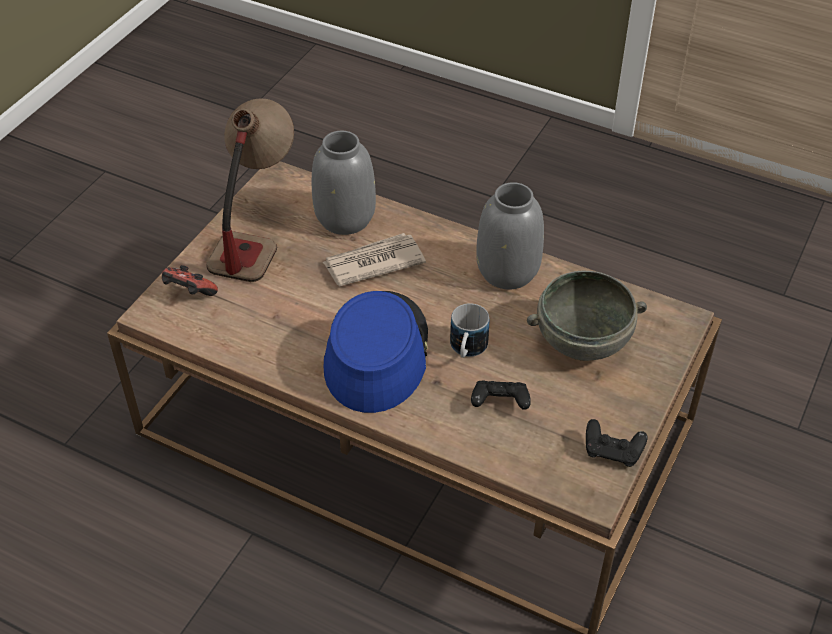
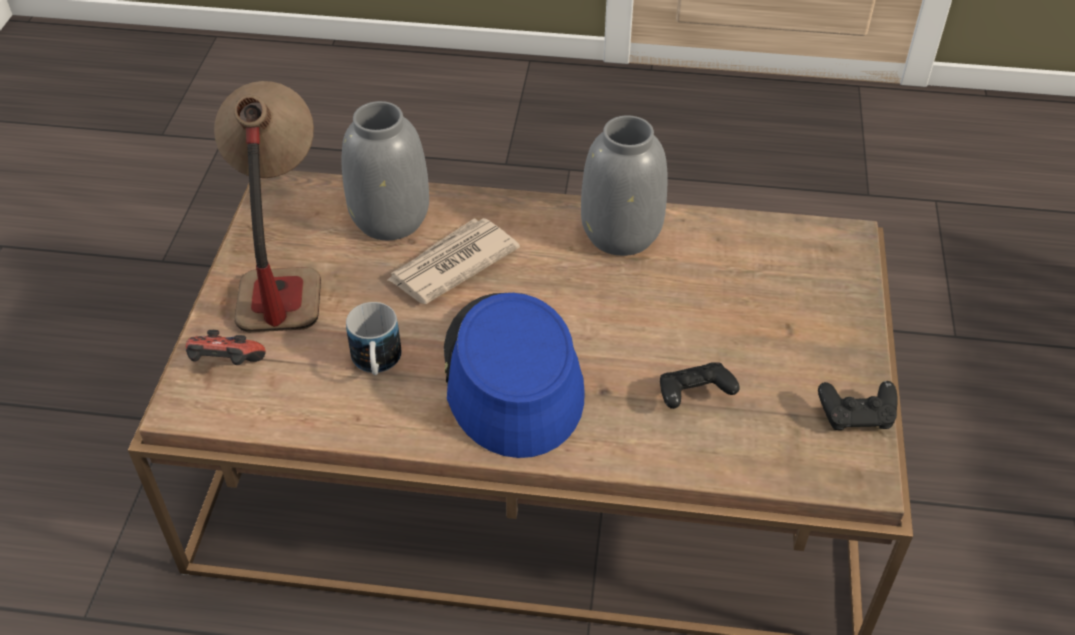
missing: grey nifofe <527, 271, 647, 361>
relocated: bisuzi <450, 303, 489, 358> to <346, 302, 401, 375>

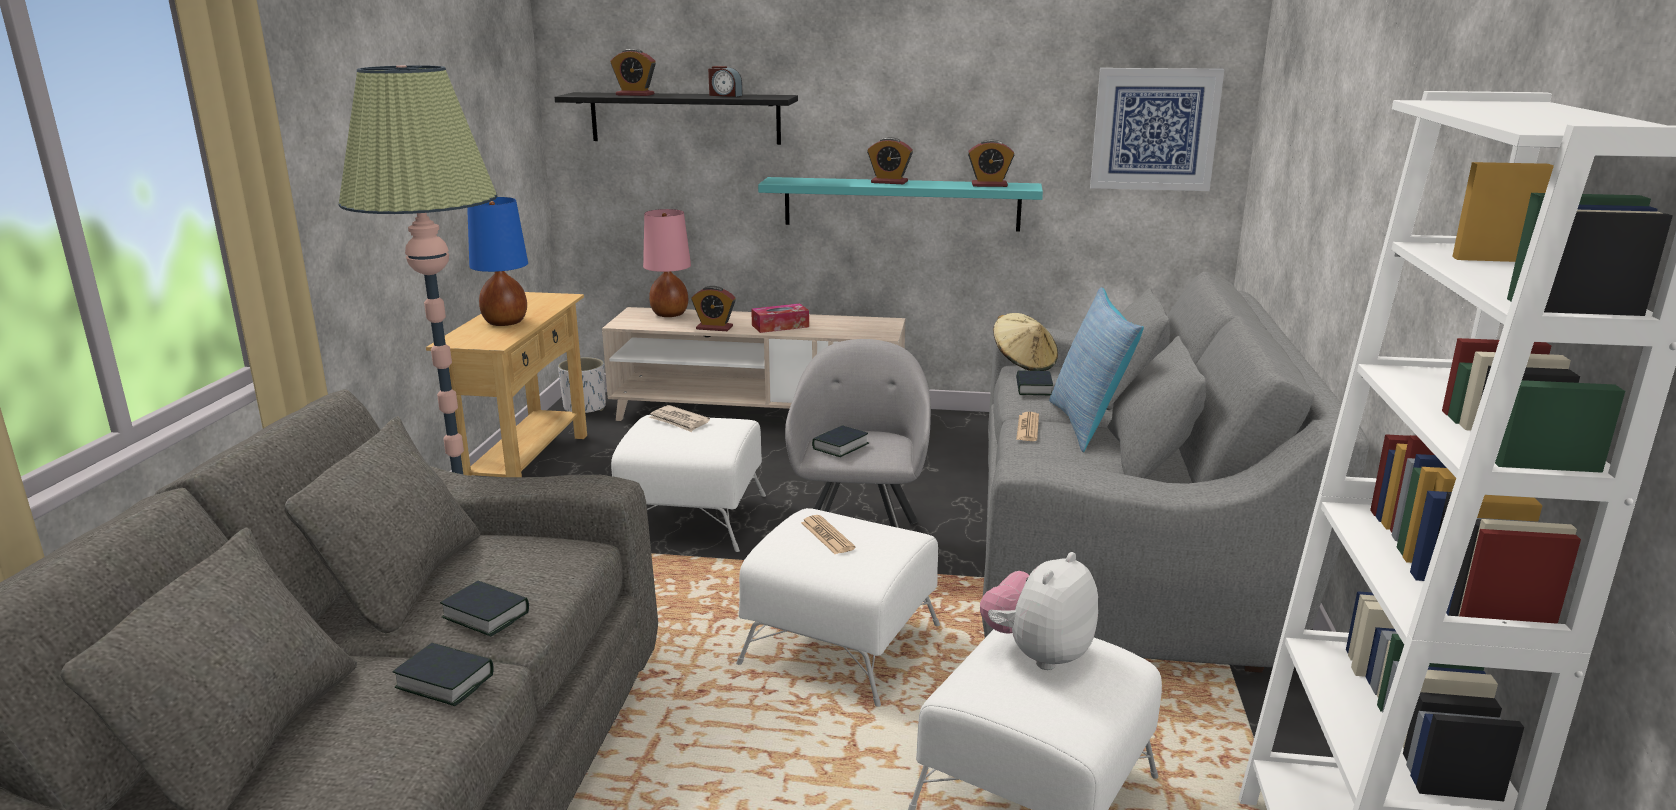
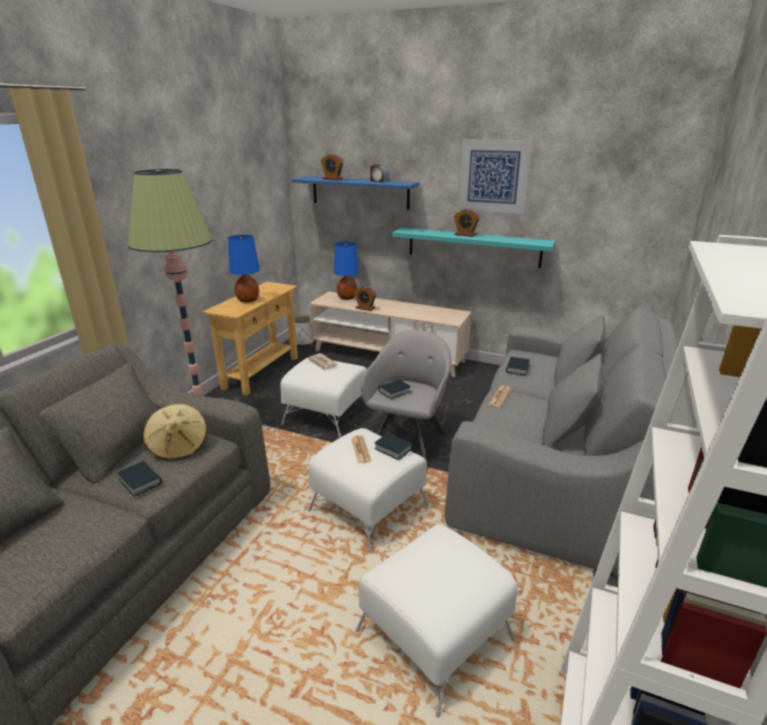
missing: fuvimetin <751, 303, 809, 333>; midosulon <968, 139, 1014, 187>; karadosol <980, 552, 1098, 670>; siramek <1049, 287, 1144, 452>
relocated: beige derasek <993, 313, 1058, 371> to <143, 404, 207, 461>; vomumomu <392, 643, 494, 706> to <374, 433, 412, 460>; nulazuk <1090, 68, 1224, 191> to <458, 139, 532, 214>
colour: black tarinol <555, 92, 798, 145> to blue tarinol <291, 176, 419, 210>; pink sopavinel <643, 209, 691, 317> to blue sopavinel <334, 242, 359, 300>

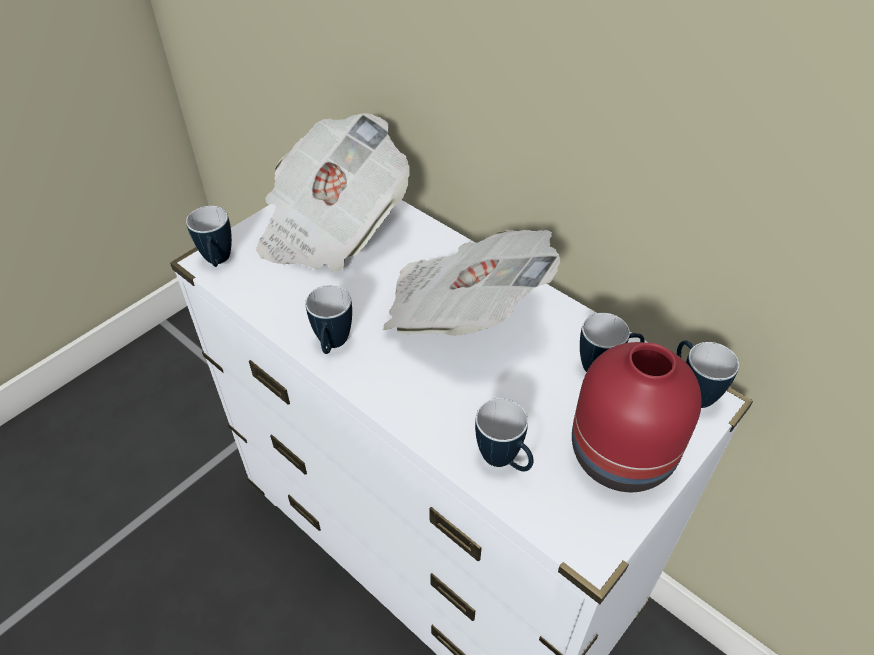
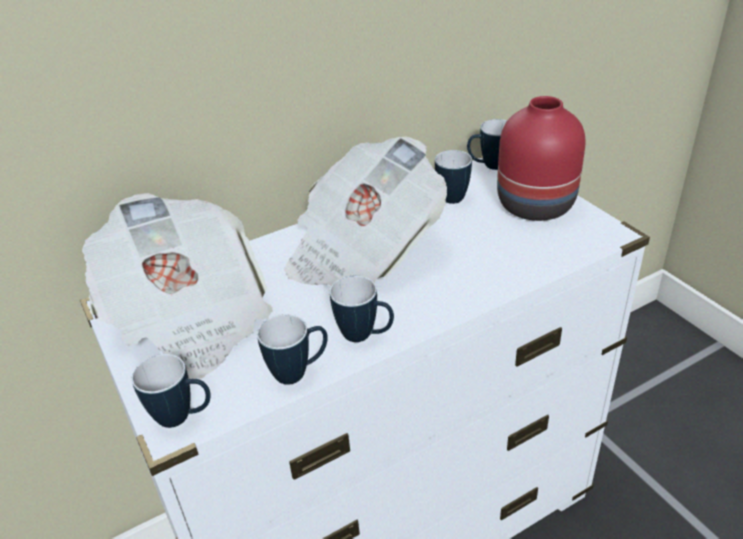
relocated: bisuzi <475, 398, 534, 472> to <257, 314, 328, 385>

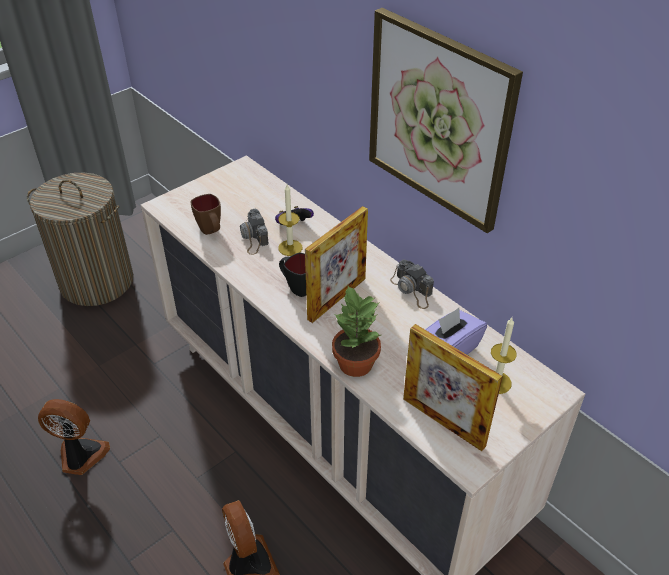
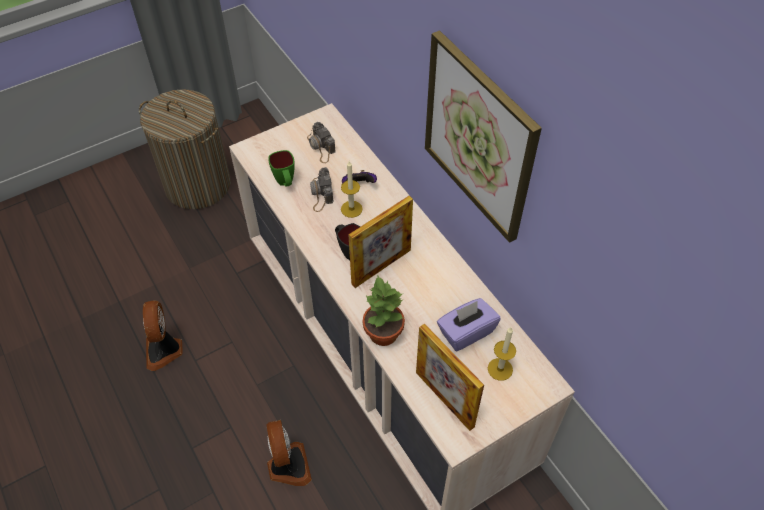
relocated: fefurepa <390, 259, 434, 309> to <307, 122, 336, 163>
colour: brown bisuzi <191, 194, 221, 235> to green bisuzi <268, 150, 295, 186>
spun: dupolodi <38, 399, 110, 475> = <143, 301, 183, 371> 120 degrees counterclockwise

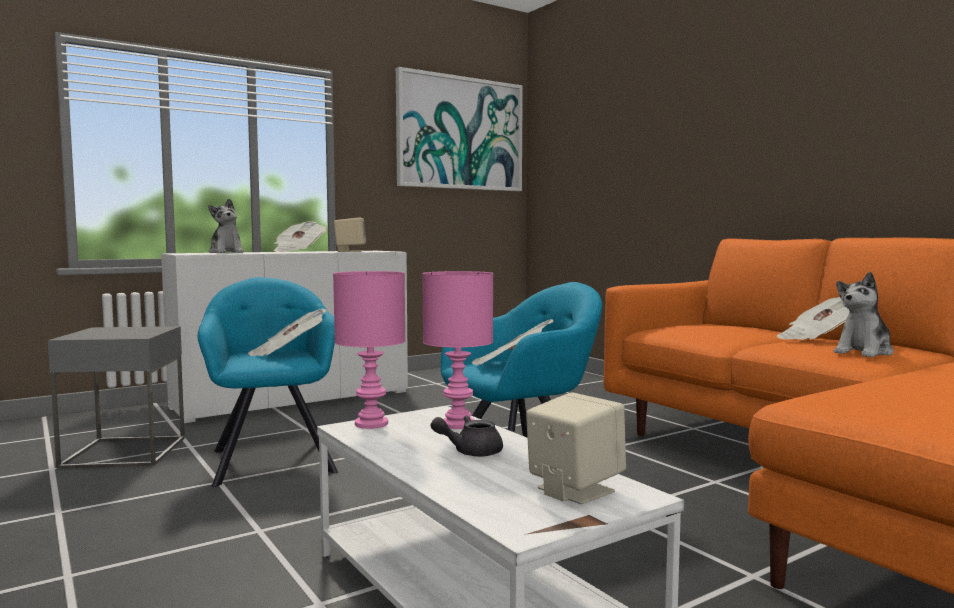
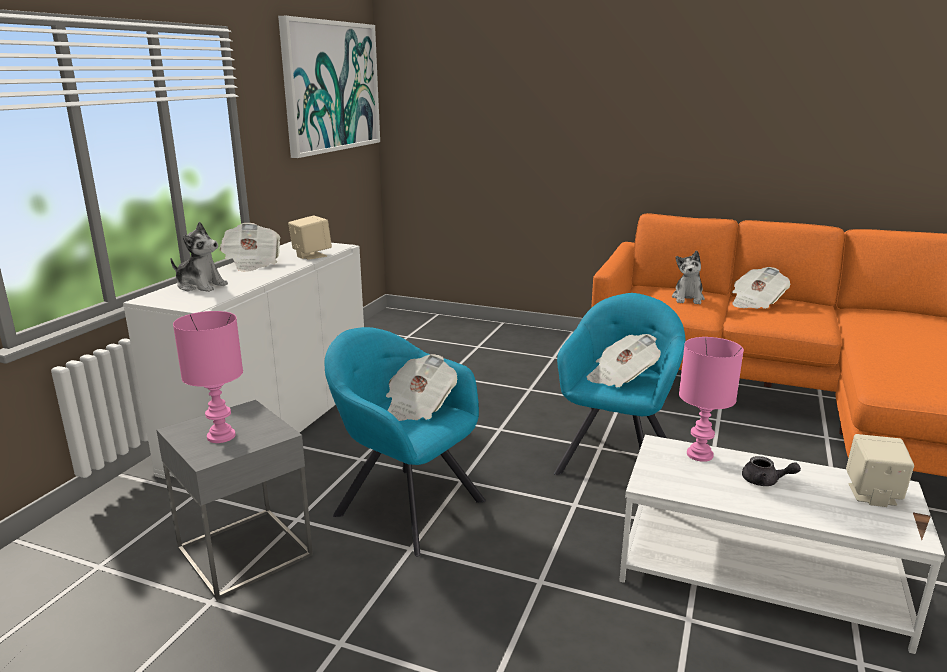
relocated: pink sopavinel <333, 271, 405, 429> to <173, 311, 243, 443>; karadosol <834, 272, 894, 357> to <672, 251, 705, 304>
spun: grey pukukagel <431, 415, 503, 457> = <742, 456, 801, 486> 105 degrees counterclockwise

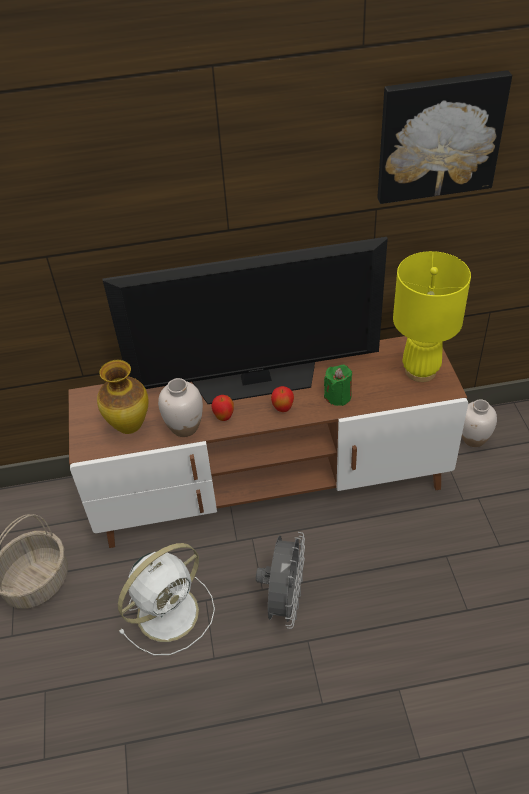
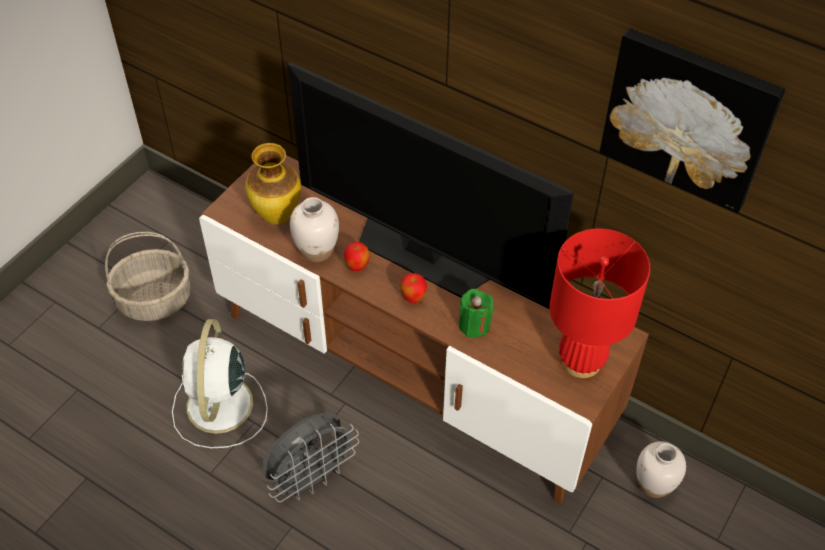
colour: yellow sopavinel <393, 251, 471, 382> to red sopavinel <549, 229, 650, 378>
spun: white dupolodi <118, 543, 215, 655> = <172, 319, 268, 448> 90 degrees clockwise

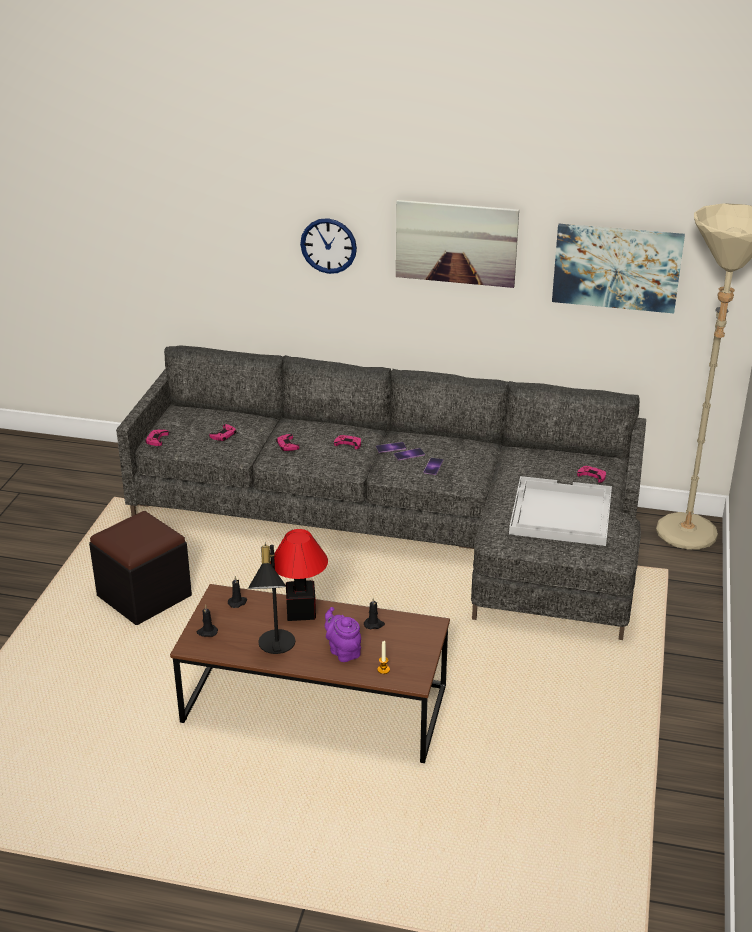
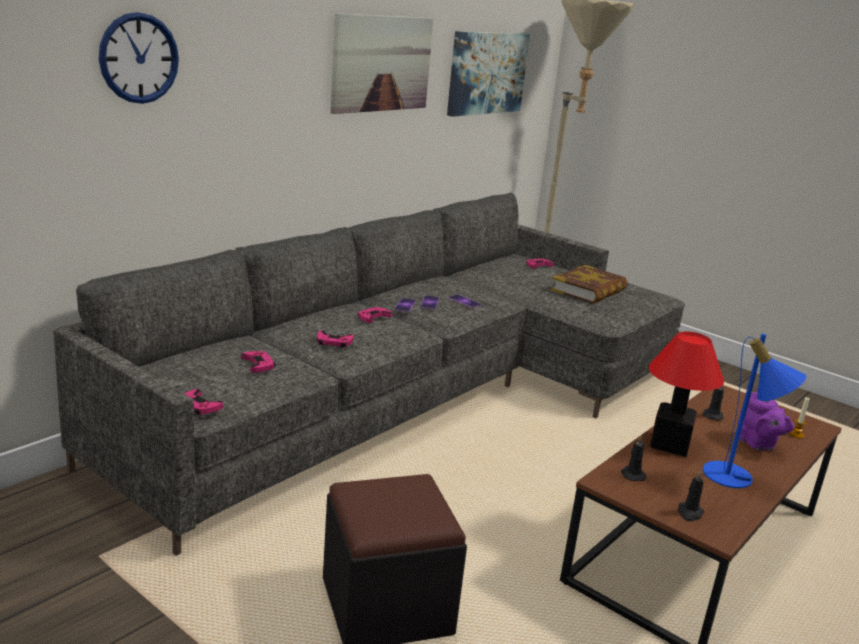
relocated: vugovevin <300, 218, 357, 274> to <99, 12, 179, 104>
exchanged: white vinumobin <509, 476, 612, 546> to vomumomu <551, 265, 628, 304>
colour: black sopavinel <248, 542, 295, 654> to blue sopavinel <703, 334, 807, 488>
spun: purple pukukagel <325, 607, 361, 662> = <737, 387, 794, 451> 105 degrees counterclockwise

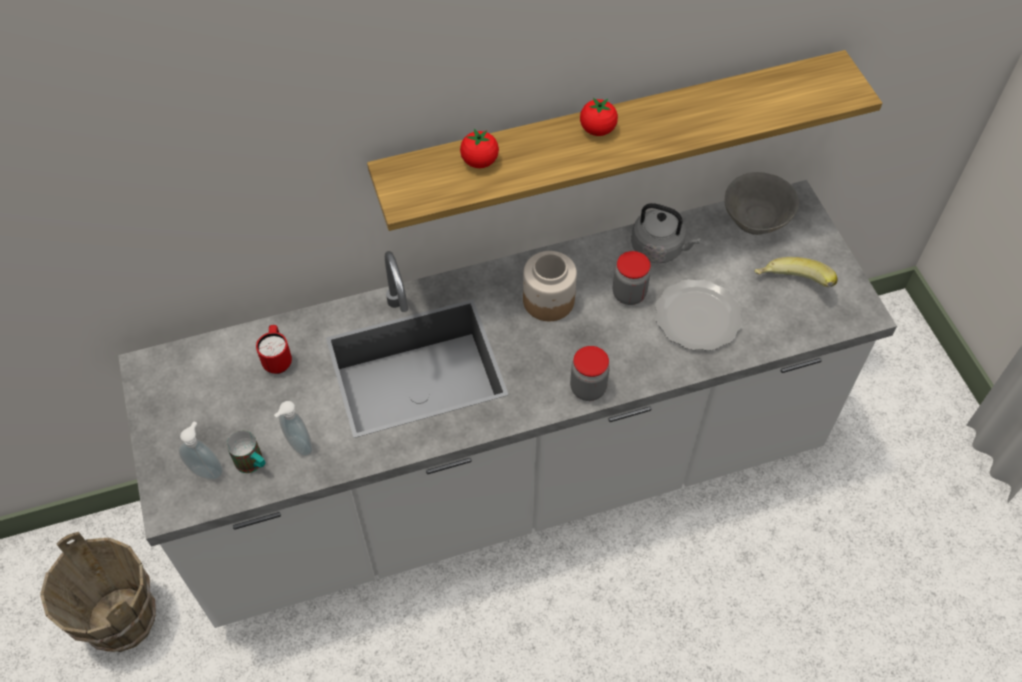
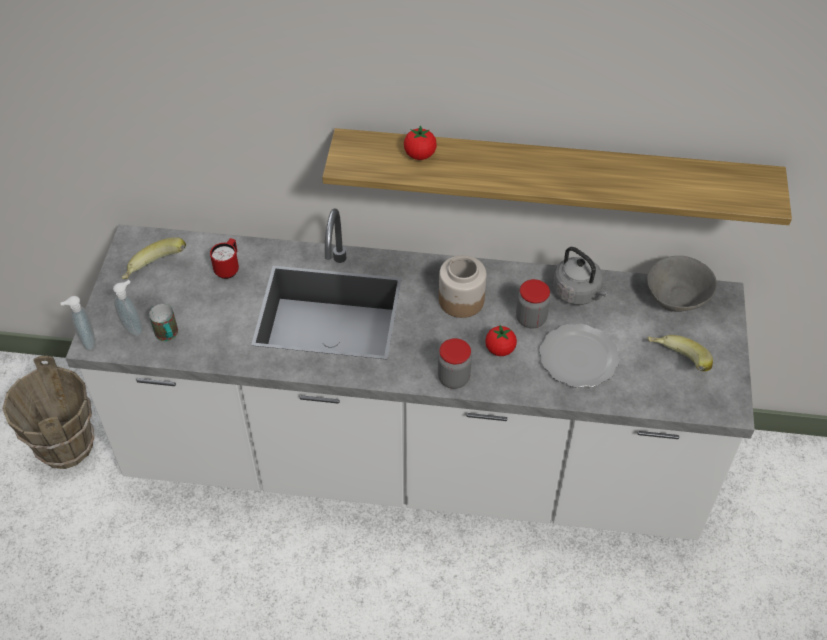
appeared: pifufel <122, 237, 186, 279>
relocated: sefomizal <274, 401, 313, 456> to <61, 296, 95, 351>; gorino <580, 98, 618, 136> to <485, 325, 517, 356>

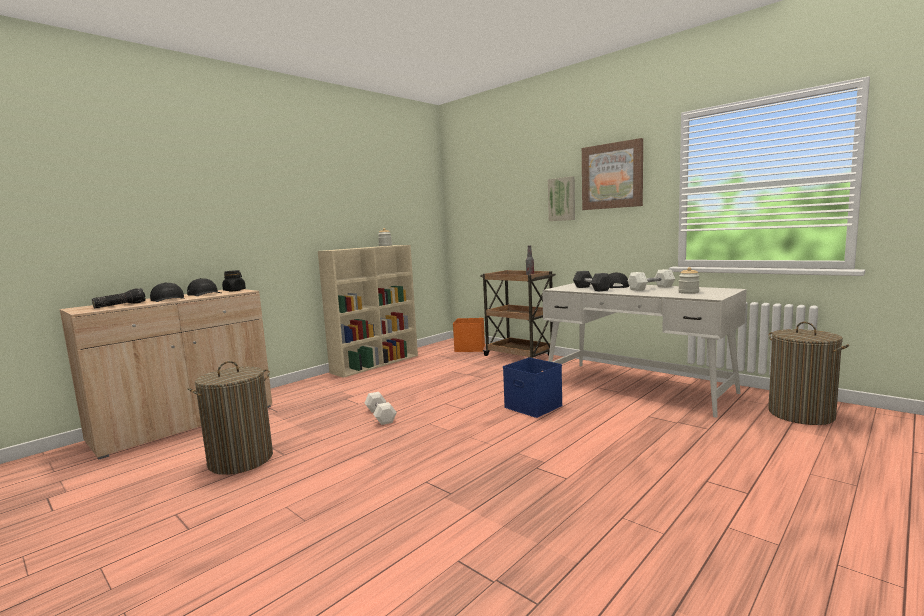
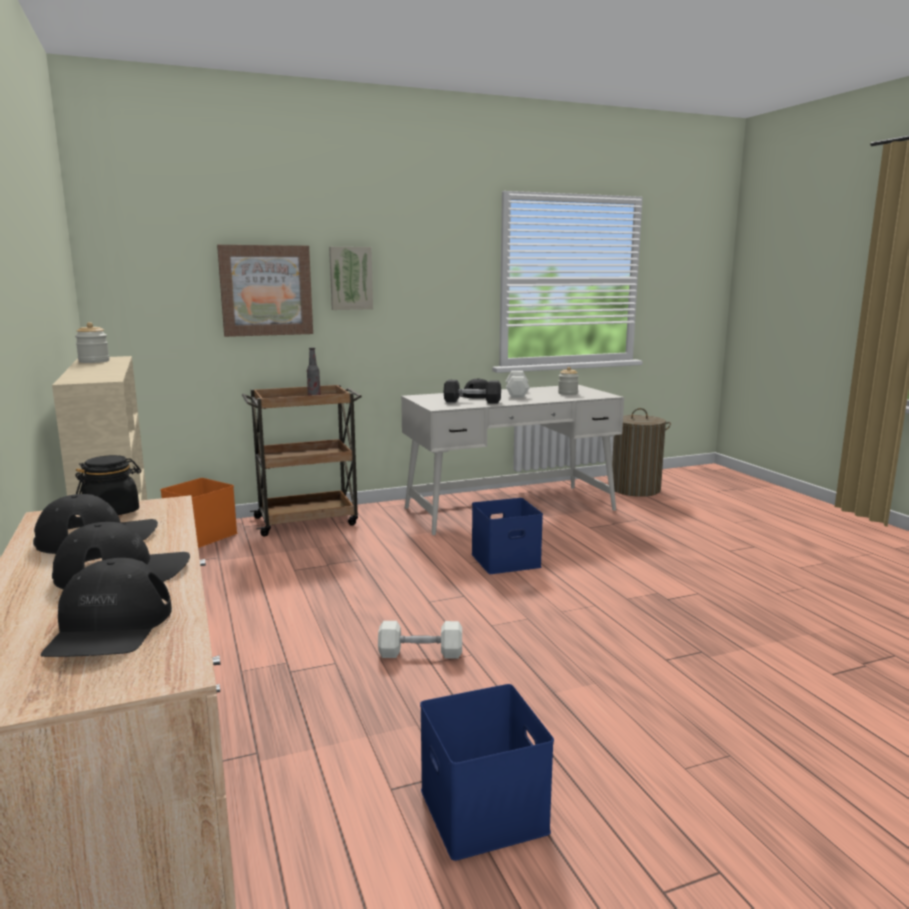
relocated: nulazuk <582, 138, 643, 210> to <217, 245, 313, 337>
exchanged: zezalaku <92, 288, 146, 308> to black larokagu <41, 558, 172, 657>; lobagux <187, 361, 273, 475> to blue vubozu <420, 684, 554, 861>

